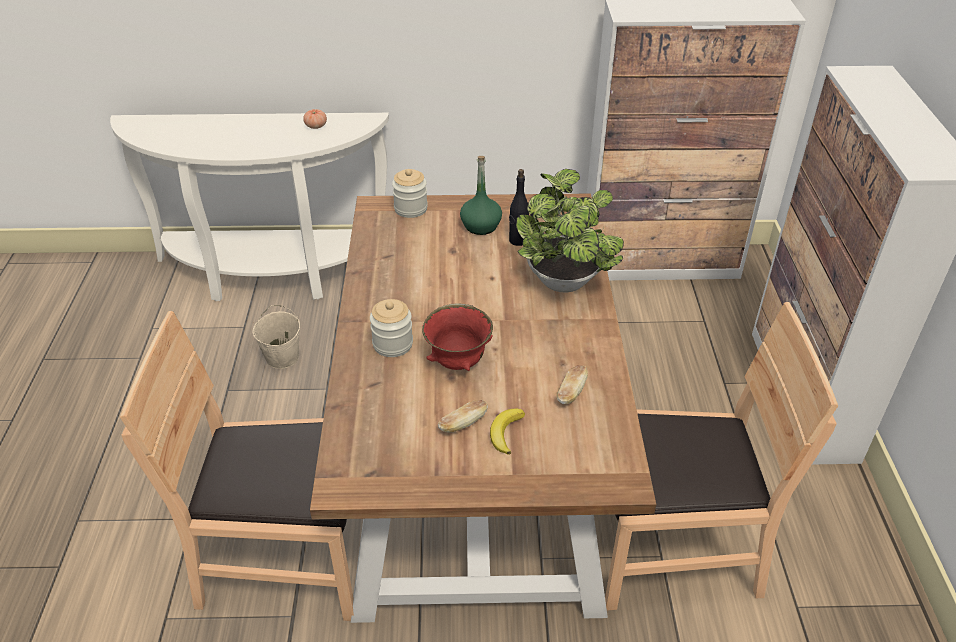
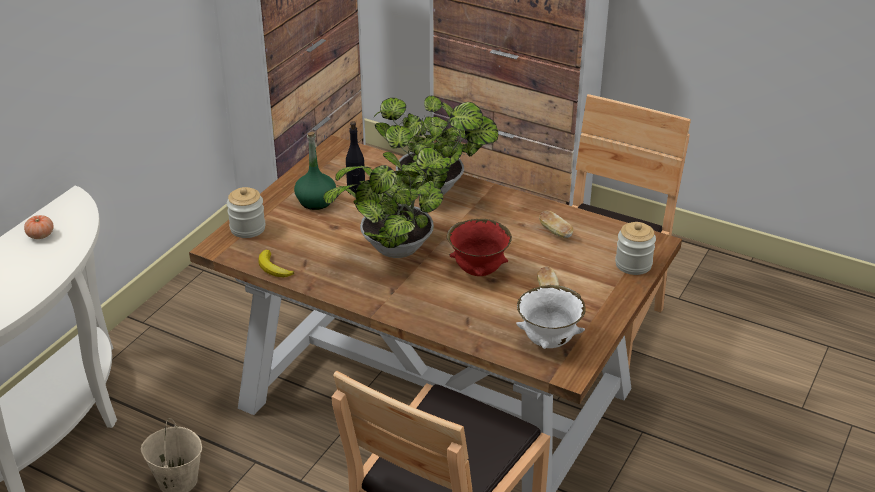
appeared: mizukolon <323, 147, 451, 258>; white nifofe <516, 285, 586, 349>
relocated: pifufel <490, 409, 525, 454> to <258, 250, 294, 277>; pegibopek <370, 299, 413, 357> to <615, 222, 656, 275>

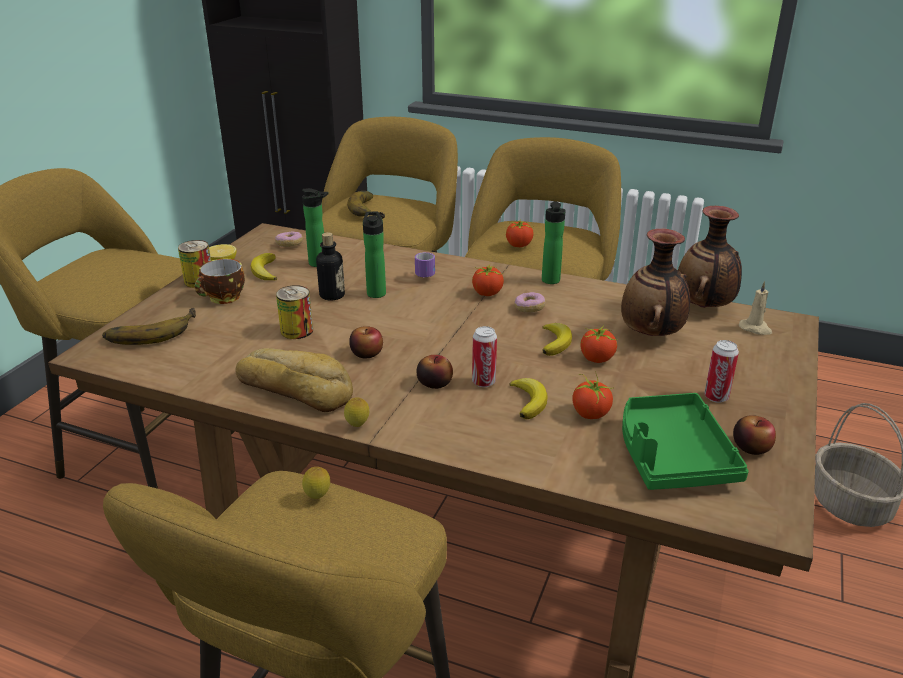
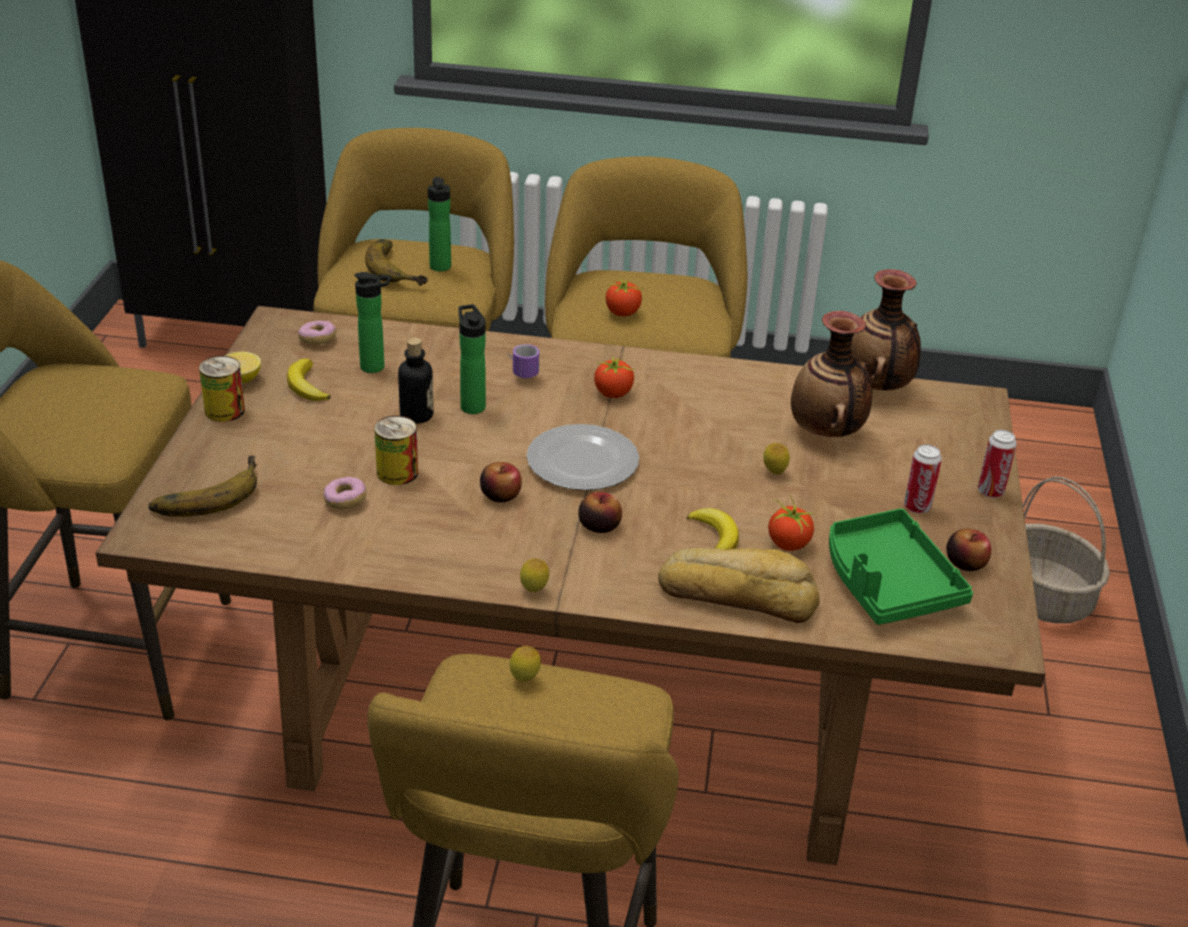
missing: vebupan <195, 259, 245, 304>; pifufel <543, 323, 572, 356>; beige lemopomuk <739, 281, 772, 335>
appeared: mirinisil <527, 424, 639, 490>
relocated: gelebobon <515, 292, 545, 313> to <324, 477, 366, 509>; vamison <542, 201, 566, 284> to <428, 177, 451, 271>; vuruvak <236, 348, 353, 412> to <658, 547, 820, 623>; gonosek <472, 326, 497, 387> to <978, 430, 1017, 498>
exchanged: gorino <580, 325, 617, 363> to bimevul <763, 443, 790, 475>

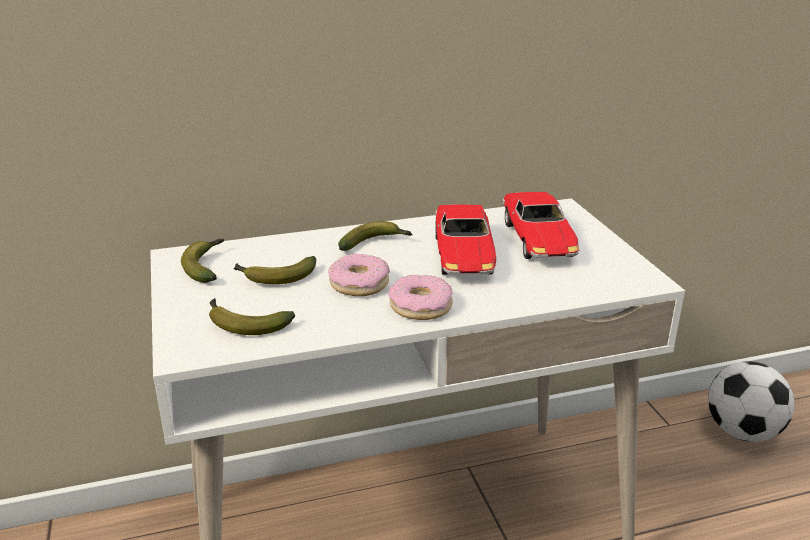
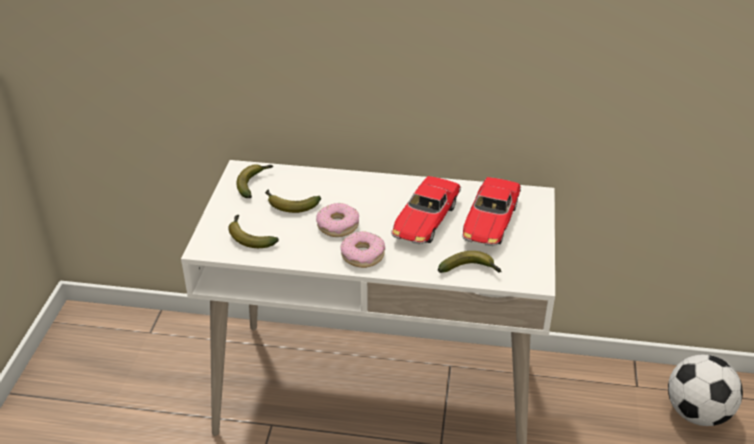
relocated: pifufel <338, 221, 413, 251> to <438, 251, 501, 273>

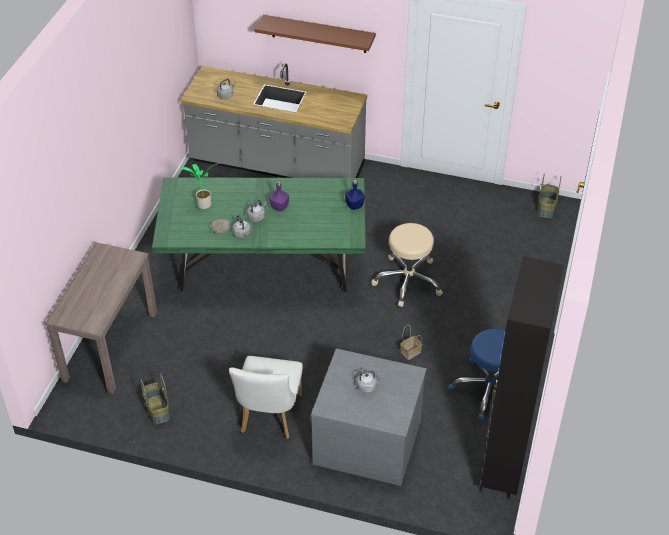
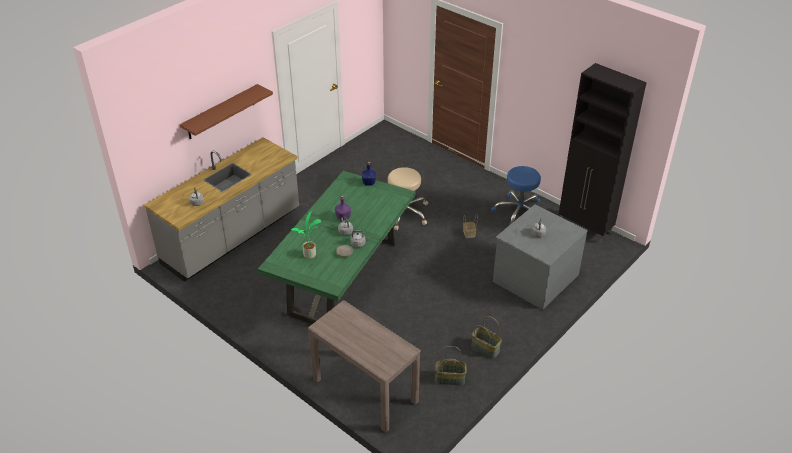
missing: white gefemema <229, 356, 303, 439>
relocated: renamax <538, 174, 561, 218> to <471, 316, 502, 359>

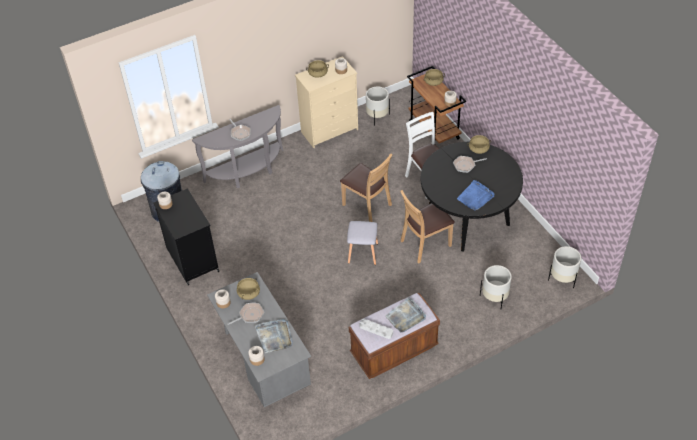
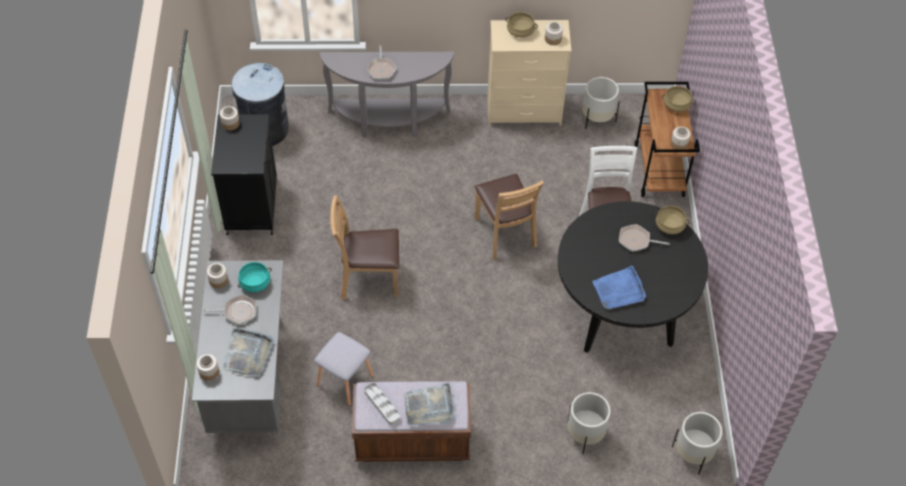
relocated: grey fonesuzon <347, 221, 378, 265> to <314, 332, 374, 406>; brown gefemema <400, 190, 455, 263> to <331, 196, 399, 300>
colour: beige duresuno <237, 278, 260, 300> to turquoise duresuno <238, 262, 271, 293>

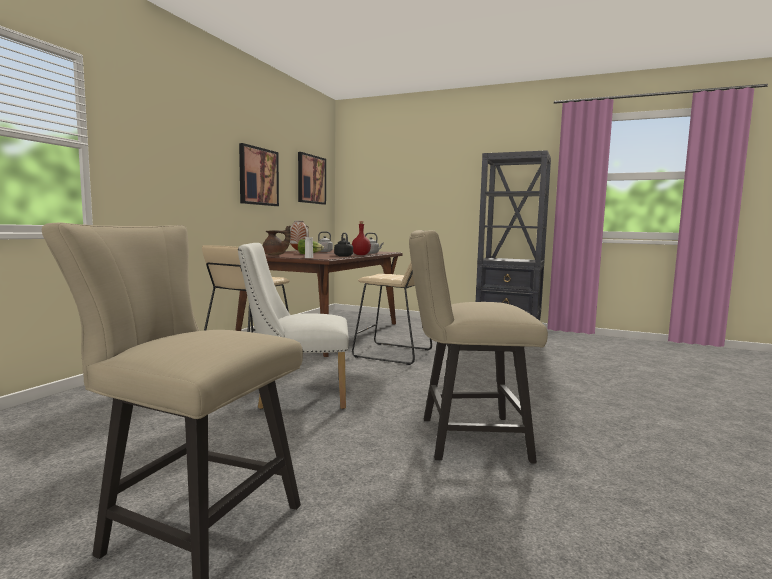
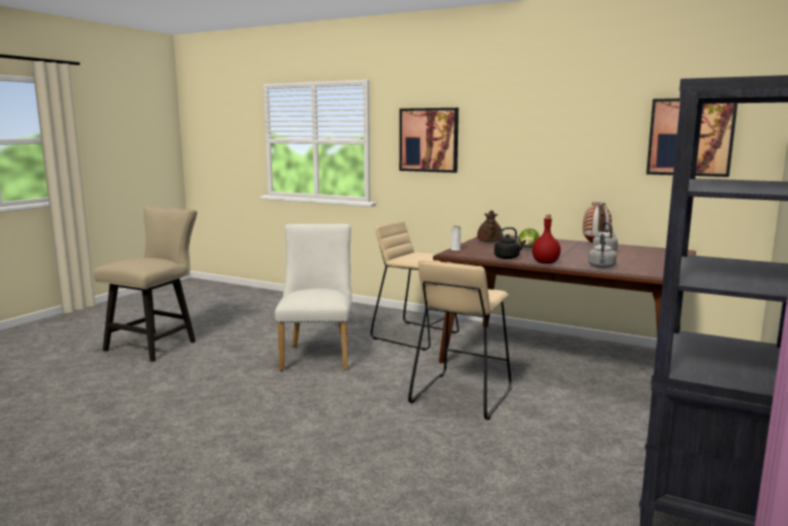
missing: beige gefemema <409, 230, 548, 463>
relocated: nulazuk <239, 143, 279, 206> to <399, 108, 459, 173>

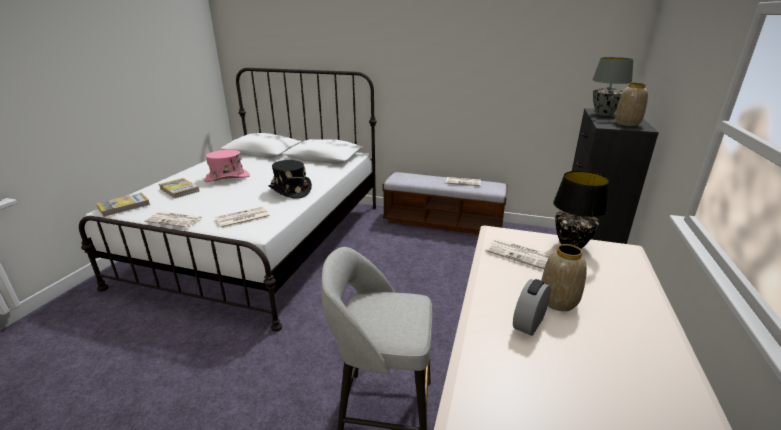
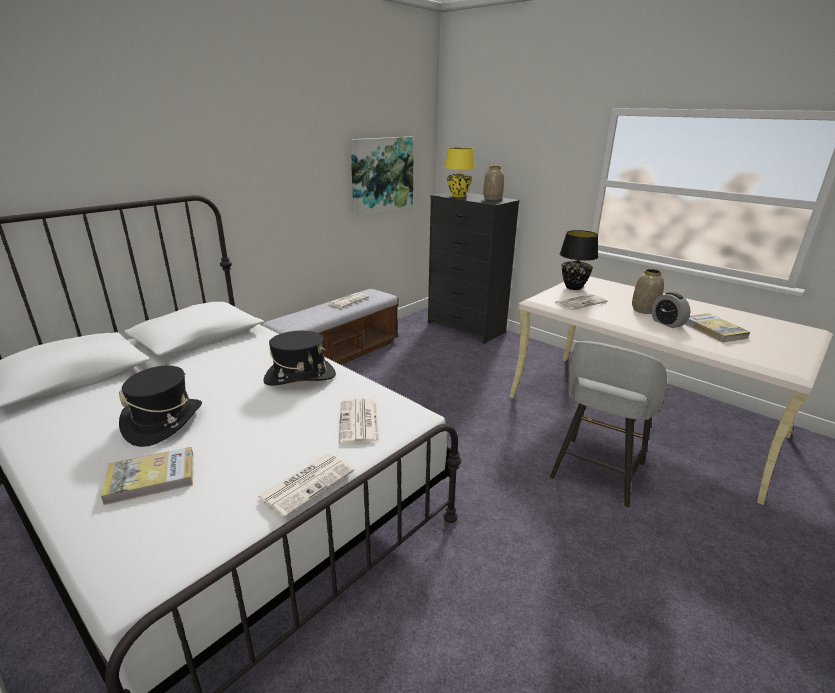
appeared: nulazuk <350, 137, 414, 217>
relocated: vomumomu <96, 192, 150, 217> to <685, 313, 750, 342>
colour: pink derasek <204, 150, 250, 182> to black derasek <119, 365, 202, 447>; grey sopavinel <592, 57, 634, 116> to yellow sopavinel <445, 147, 475, 197>

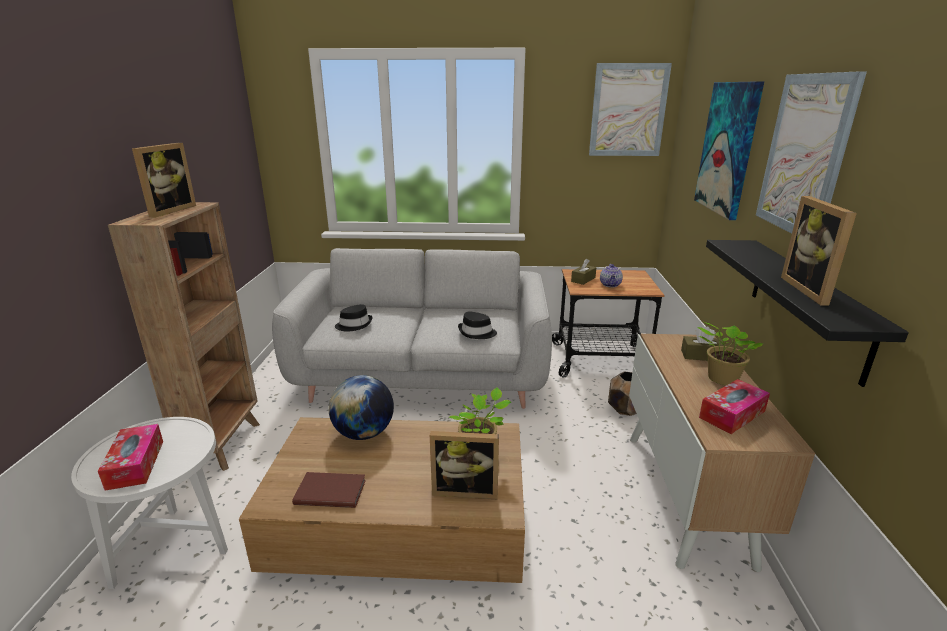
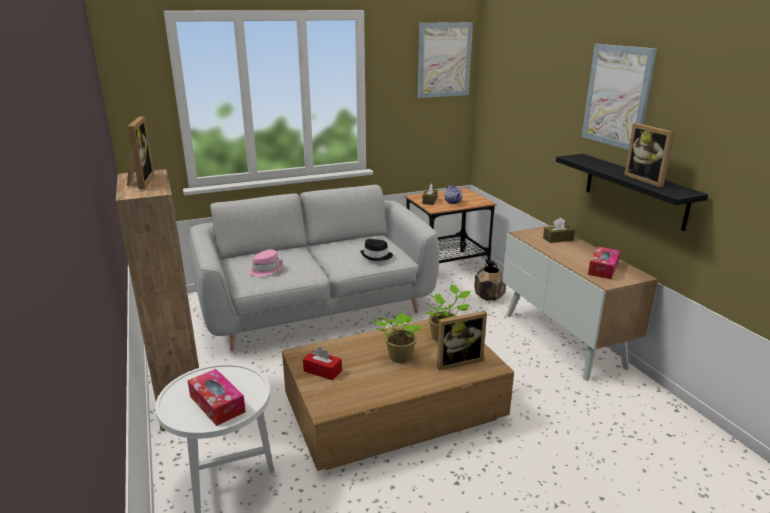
missing: brown vomumomu <292, 472, 366, 508>; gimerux <329, 375, 394, 440>; nulazuk <694, 81, 764, 220>
appeared: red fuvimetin <303, 347, 342, 380>
relocated: mizukolon <697, 322, 763, 385> to <373, 312, 423, 363>
colour: black derasek <335, 304, 372, 332> to pink derasek <248, 249, 283, 276>

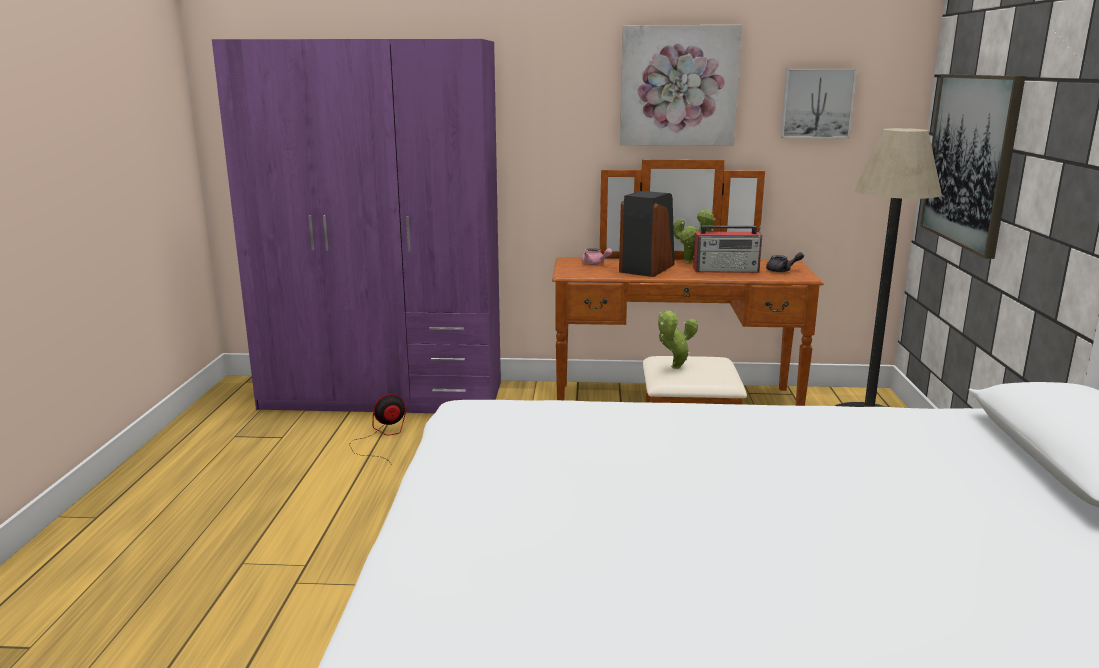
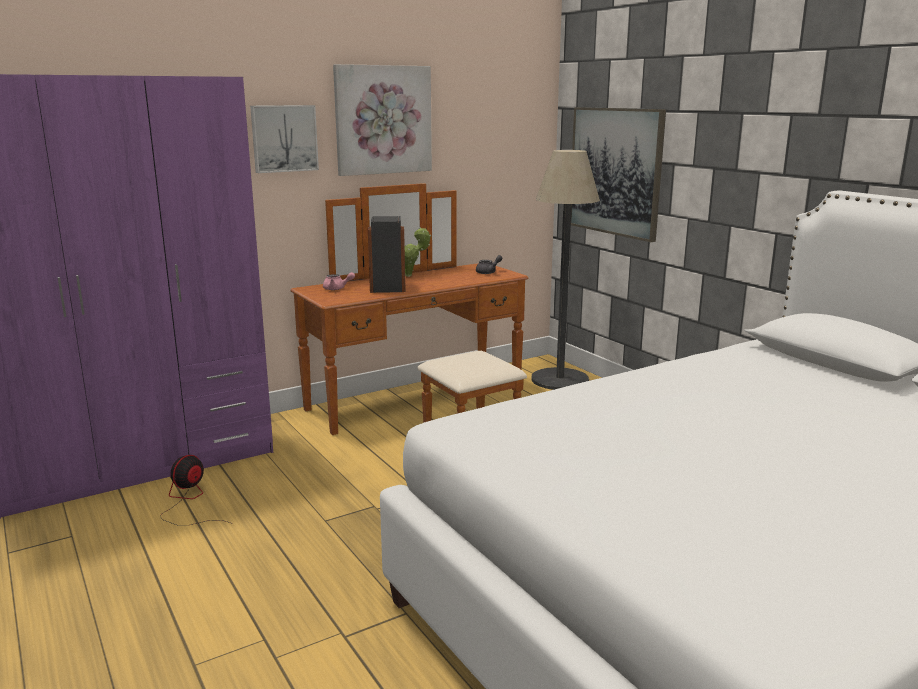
missing: mizukolon <658, 311, 698, 369>; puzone <693, 225, 762, 273>
relocated: nulazuk <781, 69, 857, 138> to <250, 105, 319, 173>

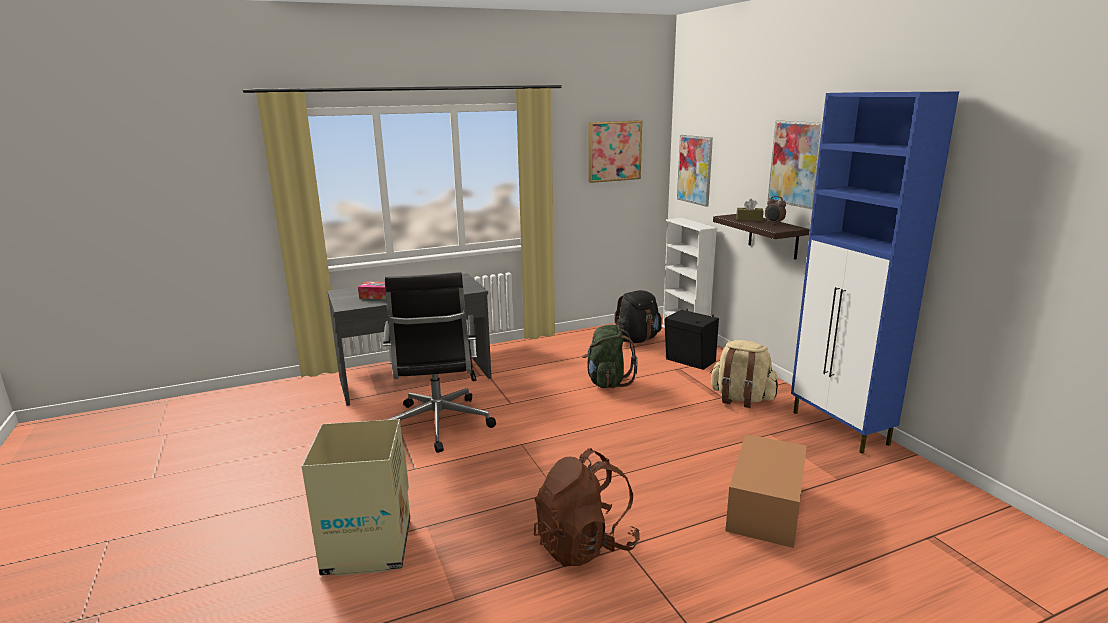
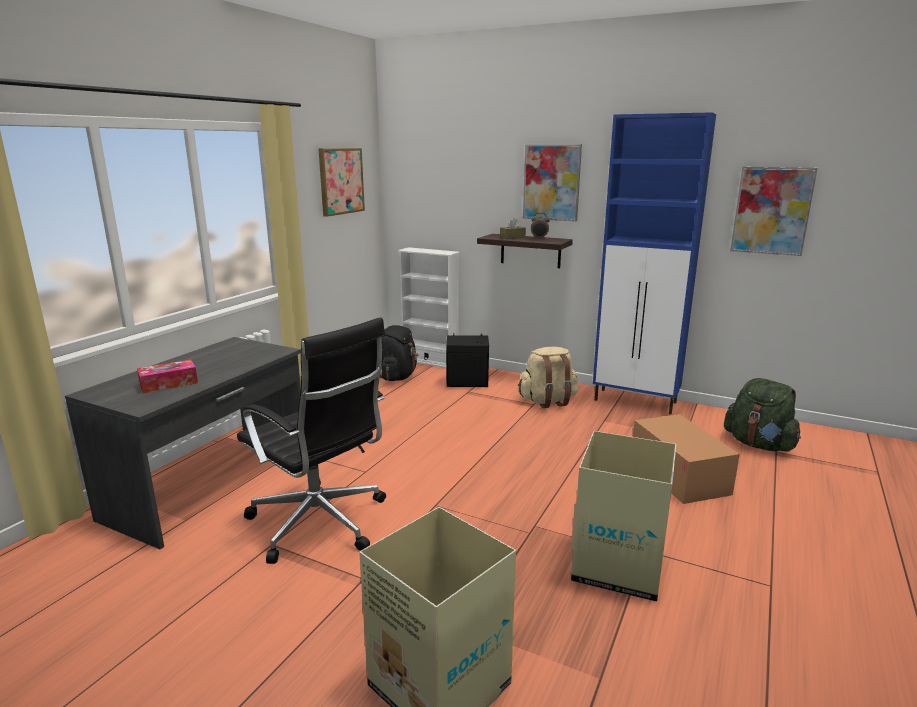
relocated: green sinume <582, 325, 638, 388> to <724, 378, 801, 452>; nulazuk <677, 135, 713, 207> to <730, 167, 818, 256>
exchanged: brown sinume <534, 448, 640, 567> to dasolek <571, 431, 676, 602>

